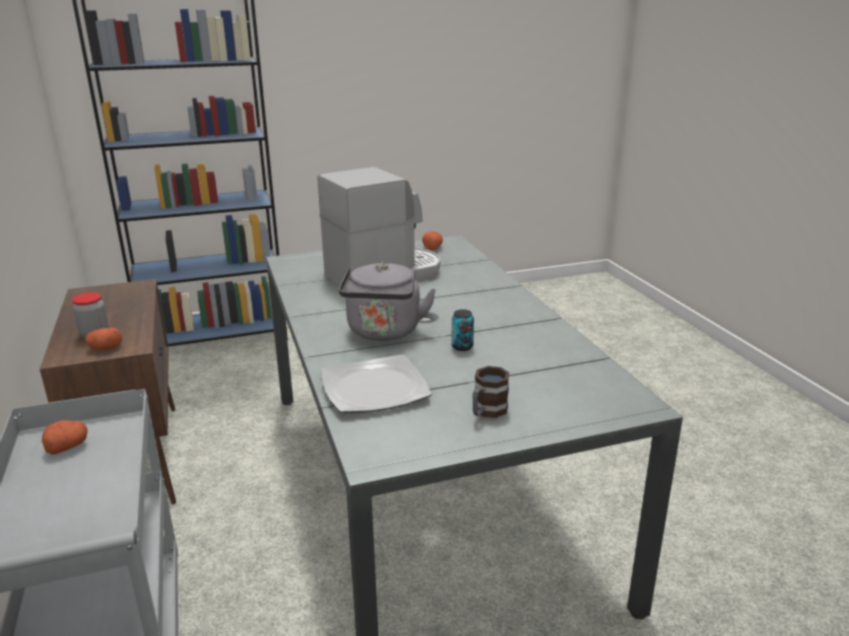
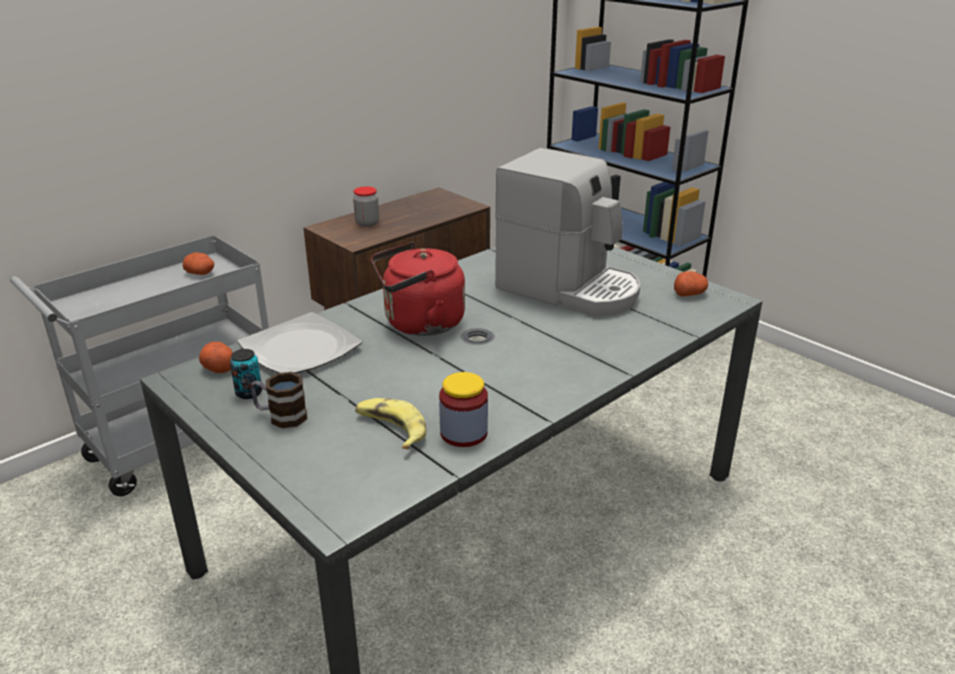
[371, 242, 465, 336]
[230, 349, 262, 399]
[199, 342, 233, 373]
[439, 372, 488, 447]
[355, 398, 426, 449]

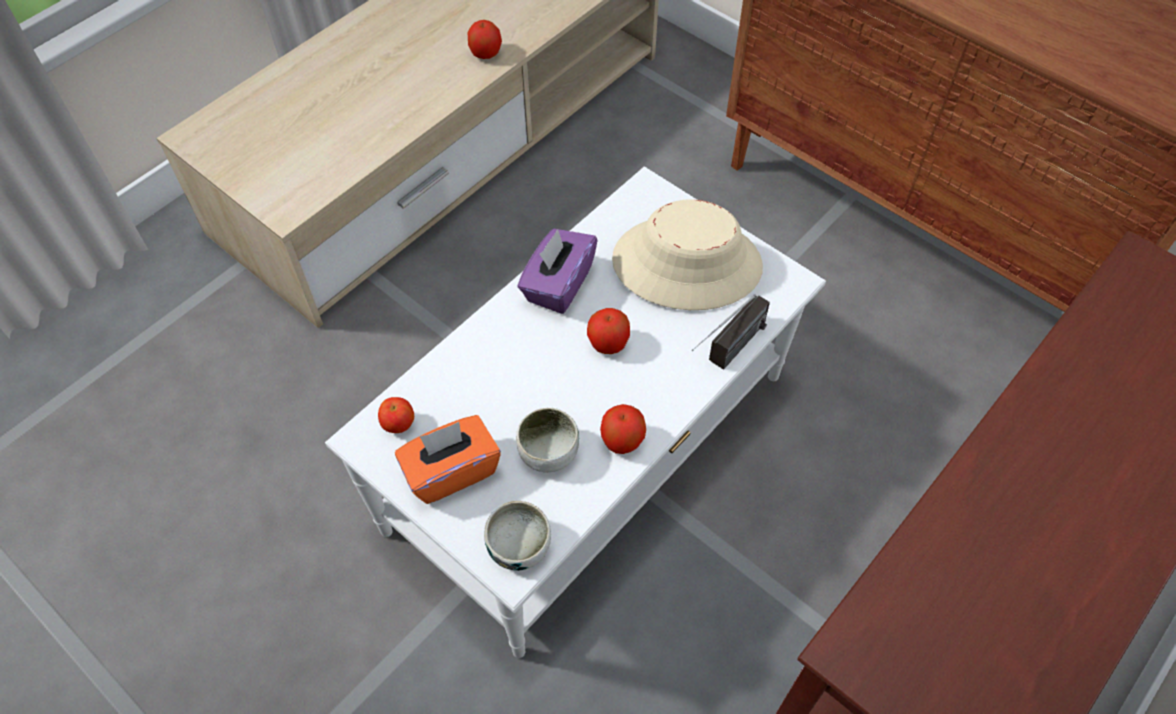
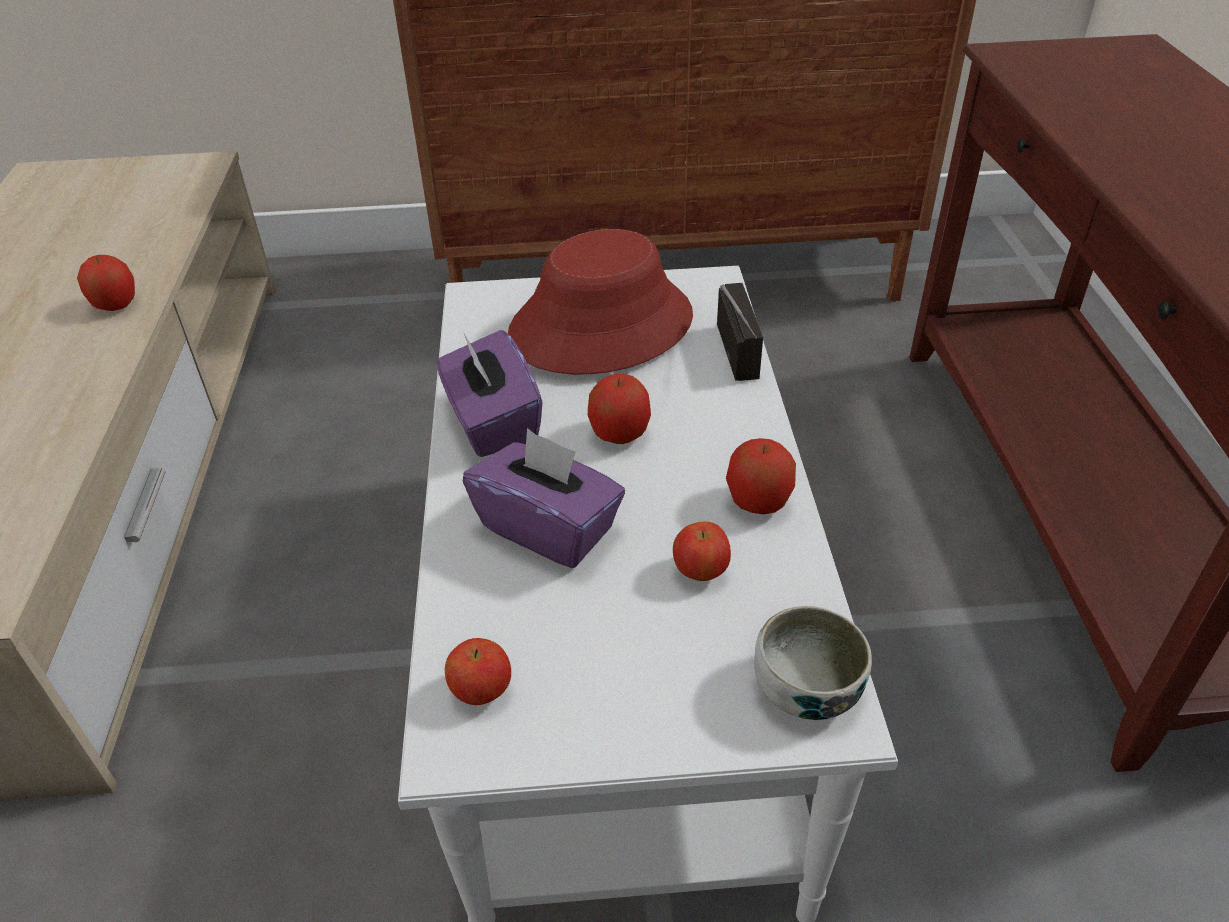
[508, 229, 693, 374]
[673, 522, 731, 581]
[395, 415, 501, 504] (first image)
[463, 428, 625, 568]

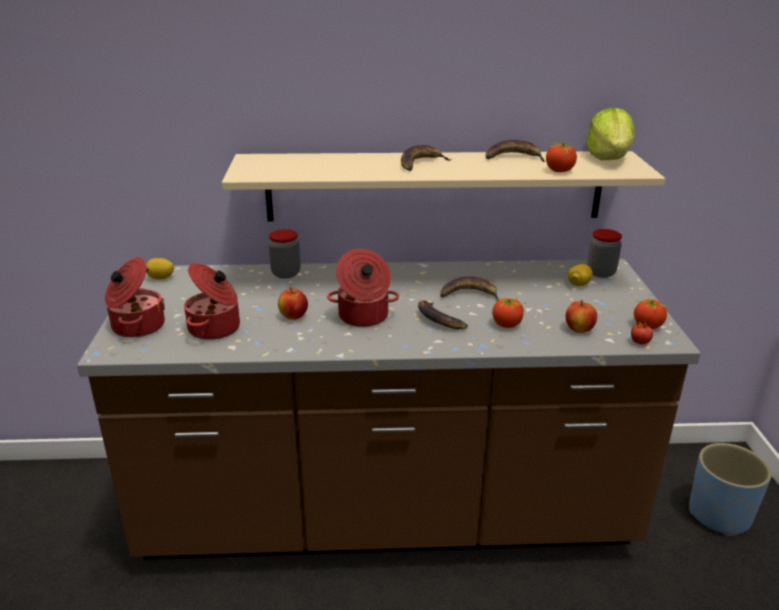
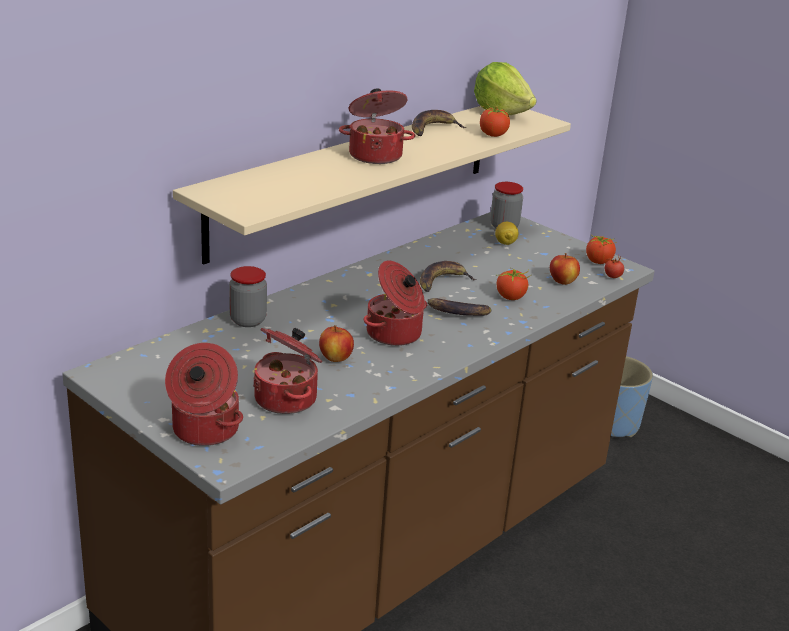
[339, 88, 415, 164]
[146, 258, 174, 279] (first image)

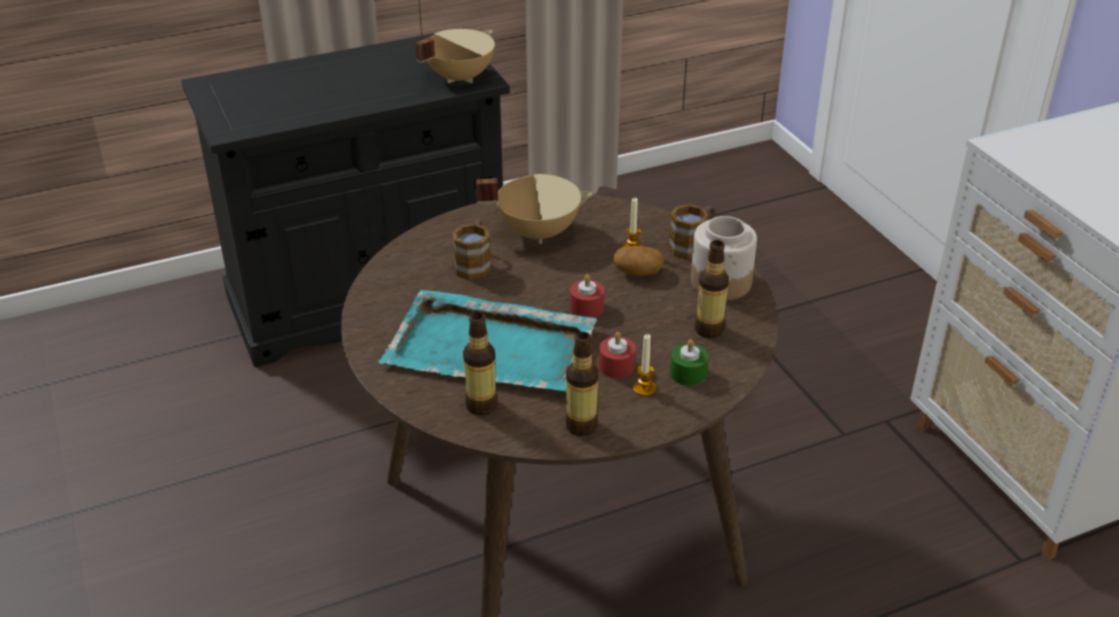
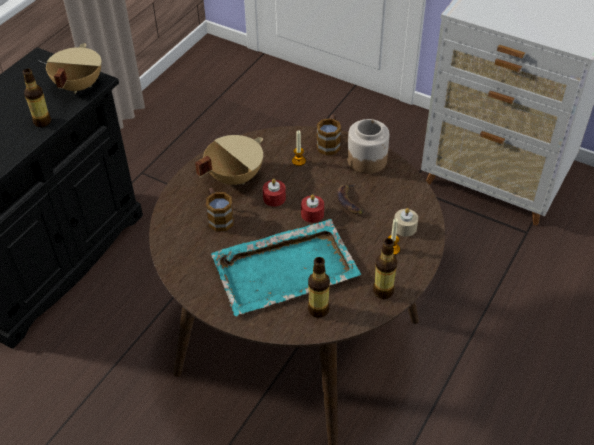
[23, 69, 51, 127]
[613, 246, 664, 276] (first image)
[263, 179, 286, 207]
[394, 208, 418, 237]
[337, 184, 364, 214]

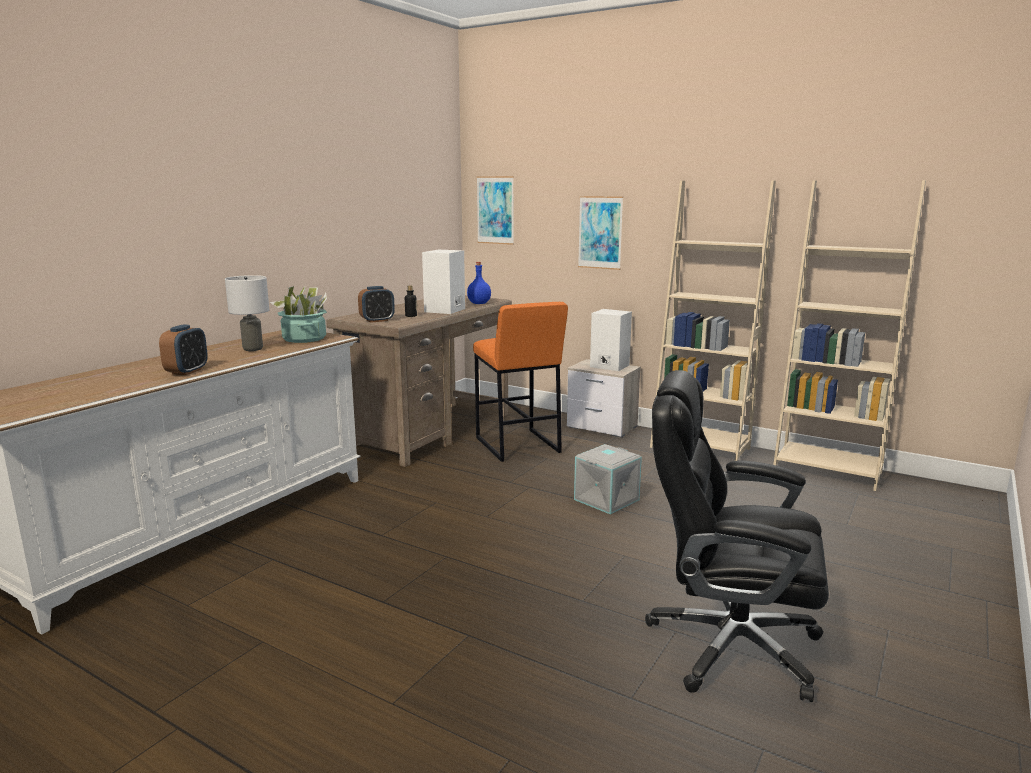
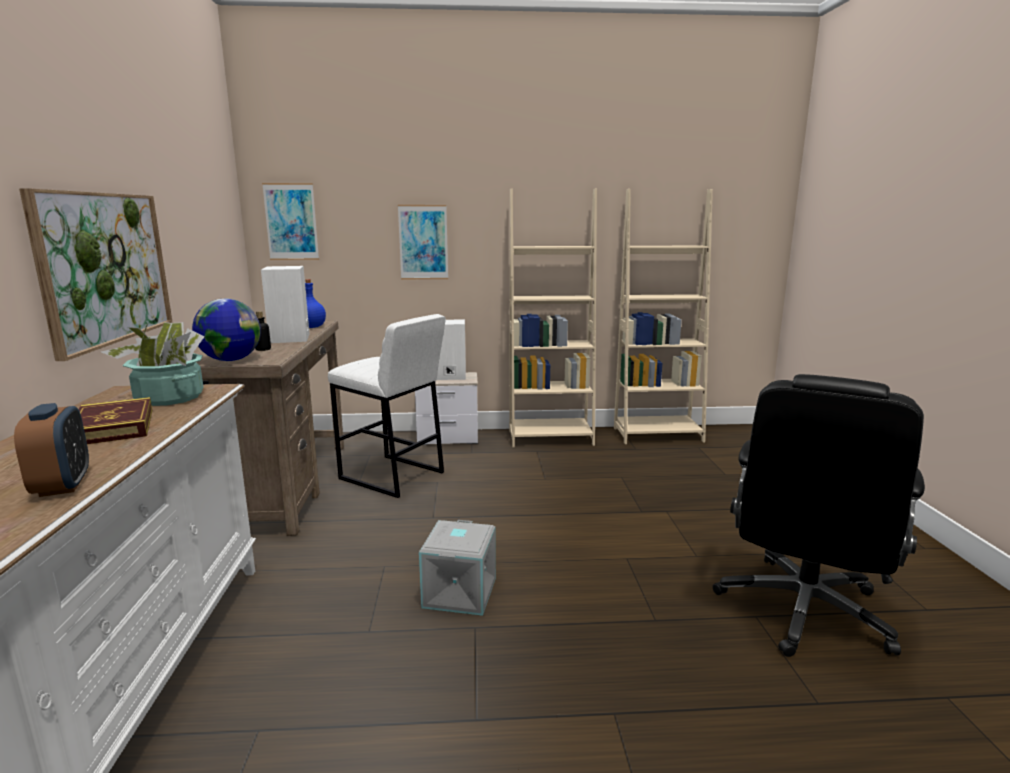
[79, 397, 152, 444]
[192, 299, 261, 361]
[328, 314, 446, 498]
[713, 374, 925, 657]
[419, 520, 496, 616]
[19, 188, 172, 361]

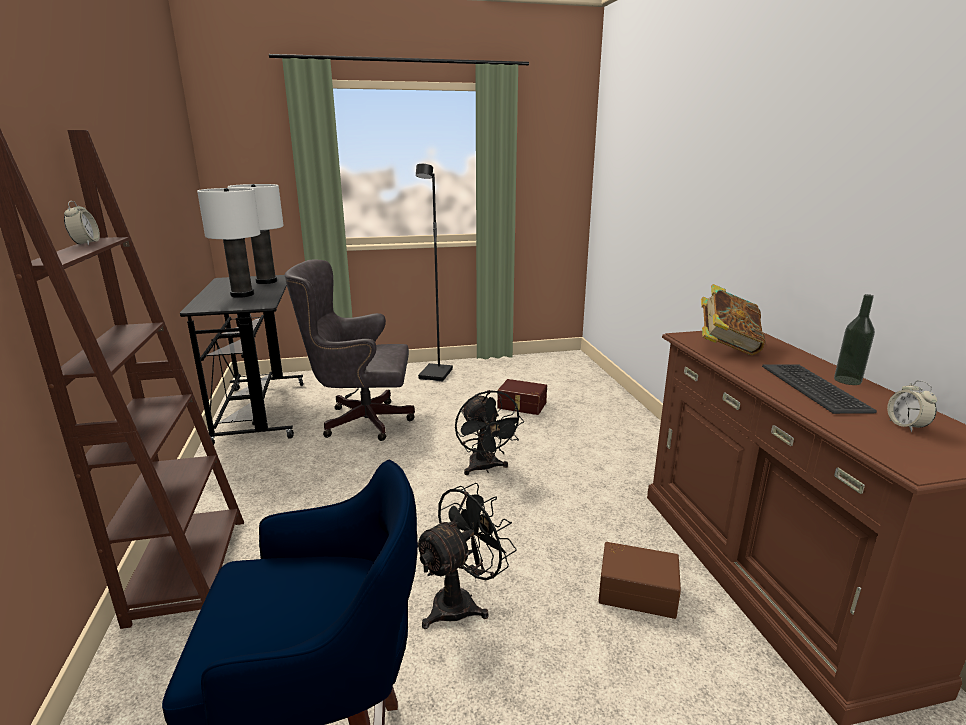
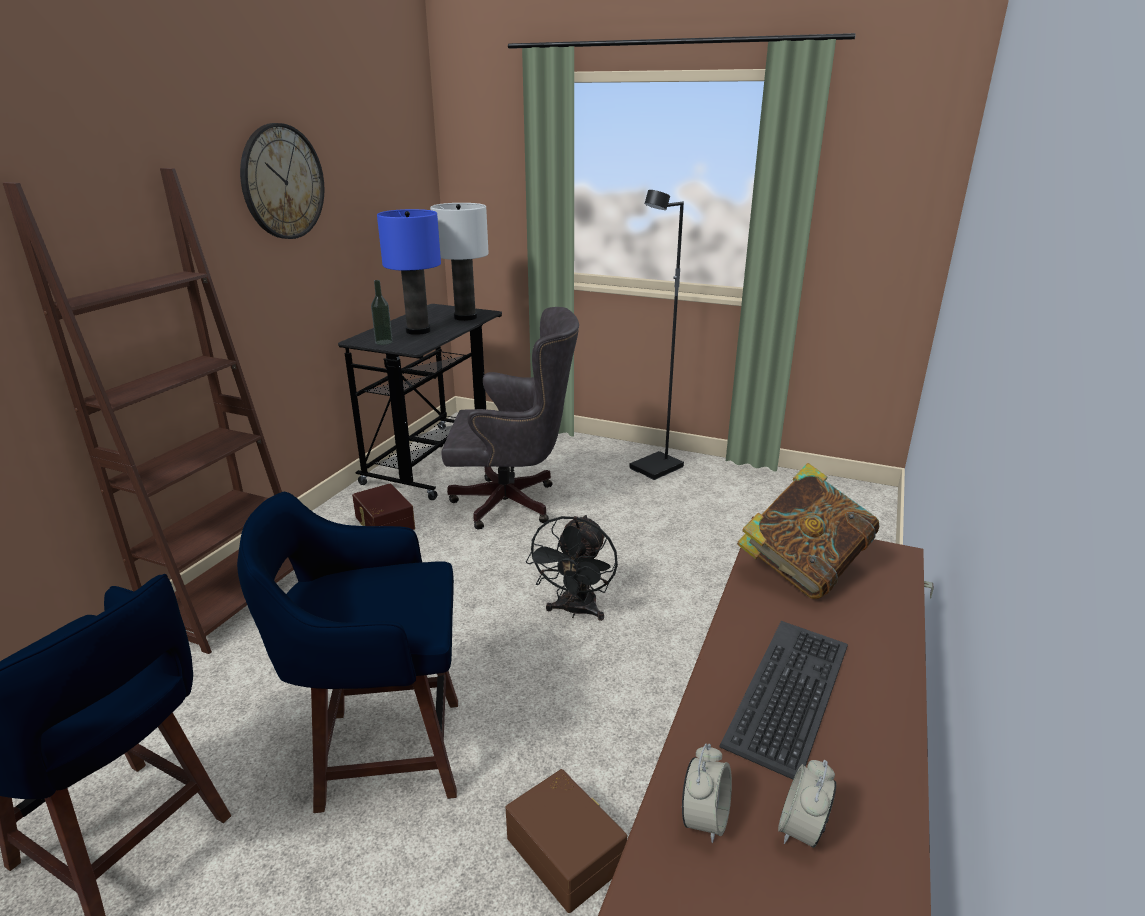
[377, 209, 441, 335]
[682, 744, 732, 843]
[442, 307, 579, 529]
[371, 280, 393, 345]
[352, 483, 415, 530]
[237, 492, 458, 813]
[240, 123, 324, 239]

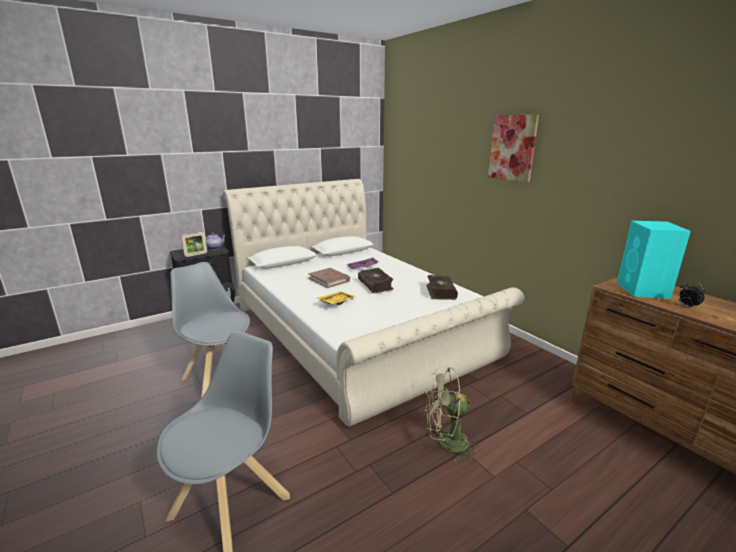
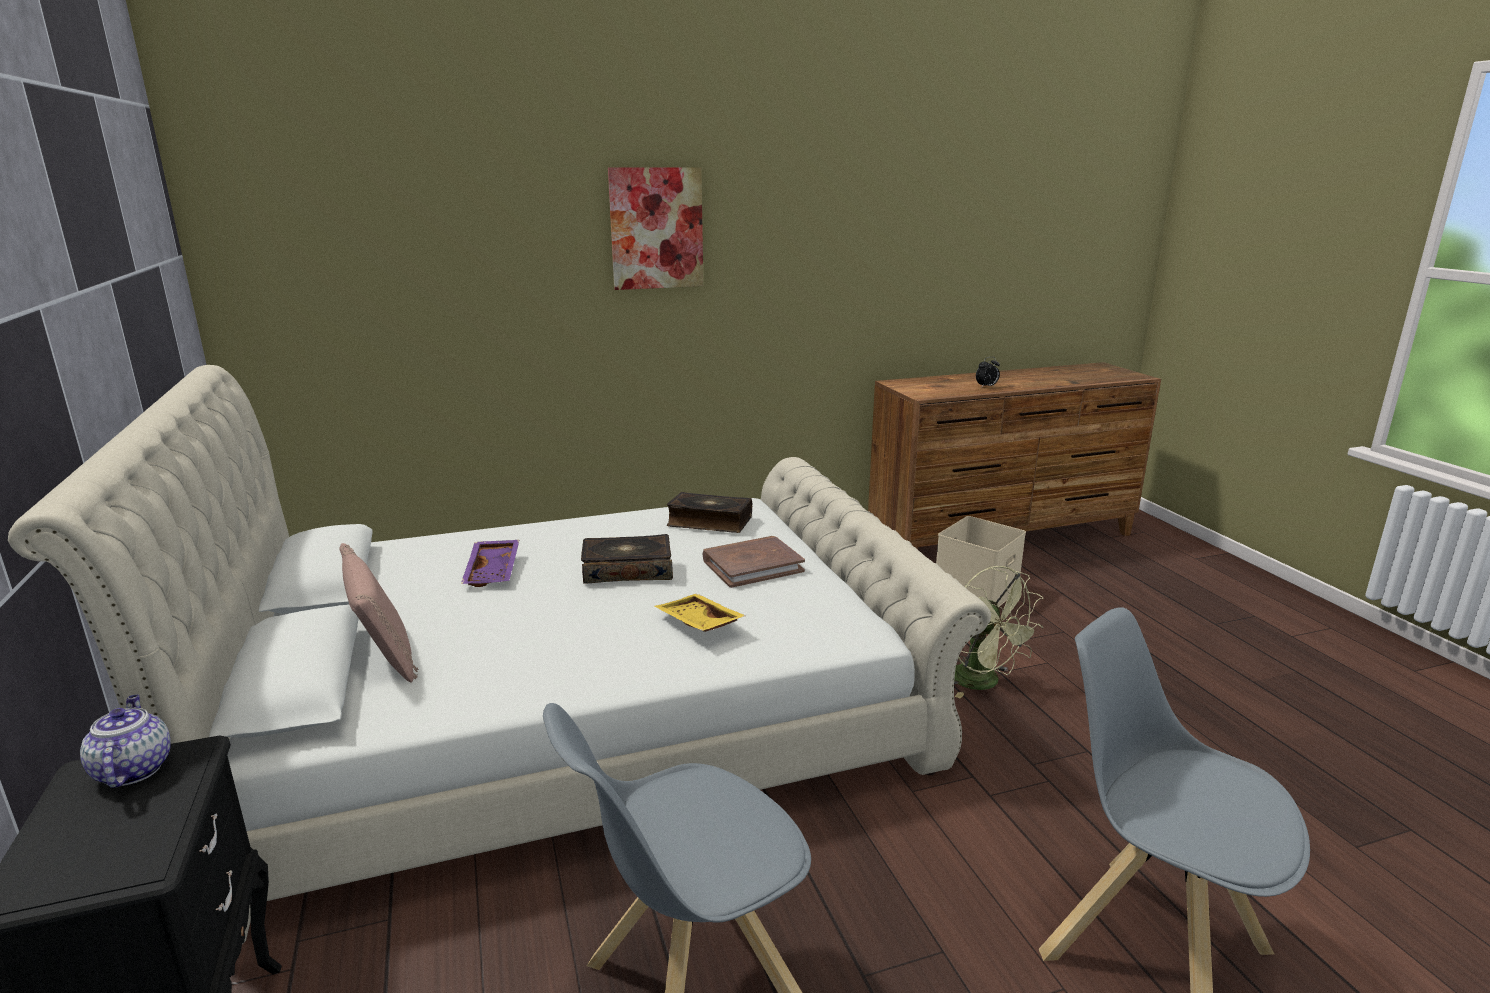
[617, 221, 691, 299] (first image)
[181, 232, 207, 257] (first image)
[703, 536, 805, 588]
[954, 566, 1043, 698]
[936, 516, 1026, 607]
[339, 543, 419, 683]

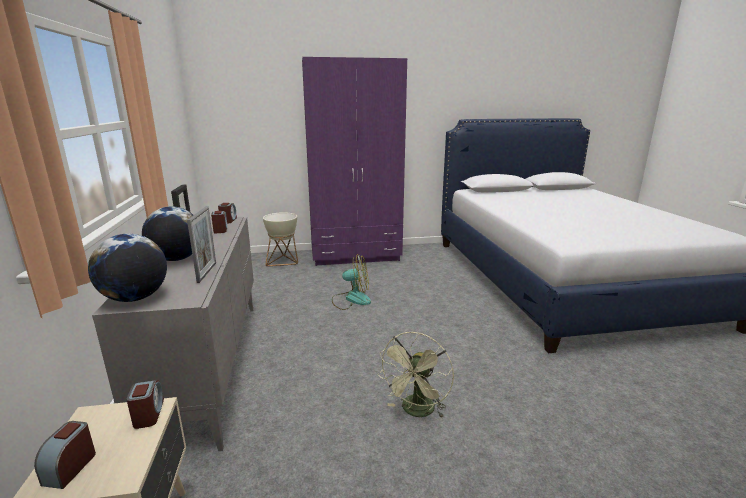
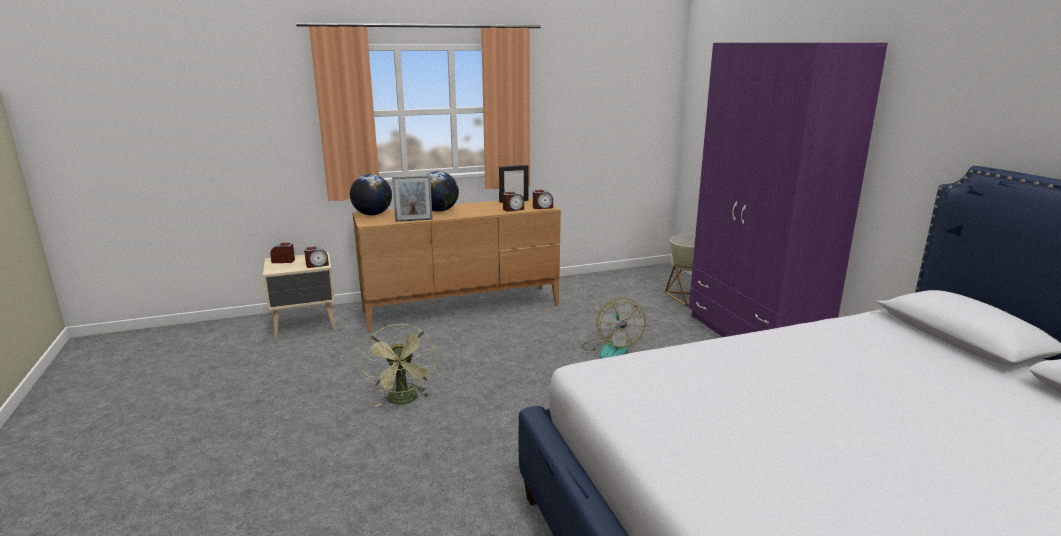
[353, 198, 561, 333]
[363, 324, 436, 406]

